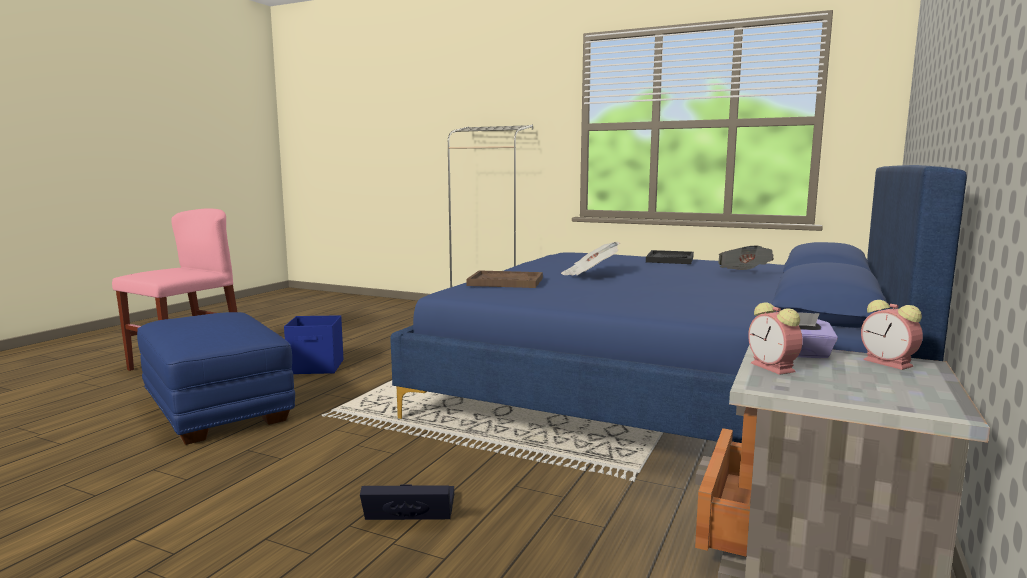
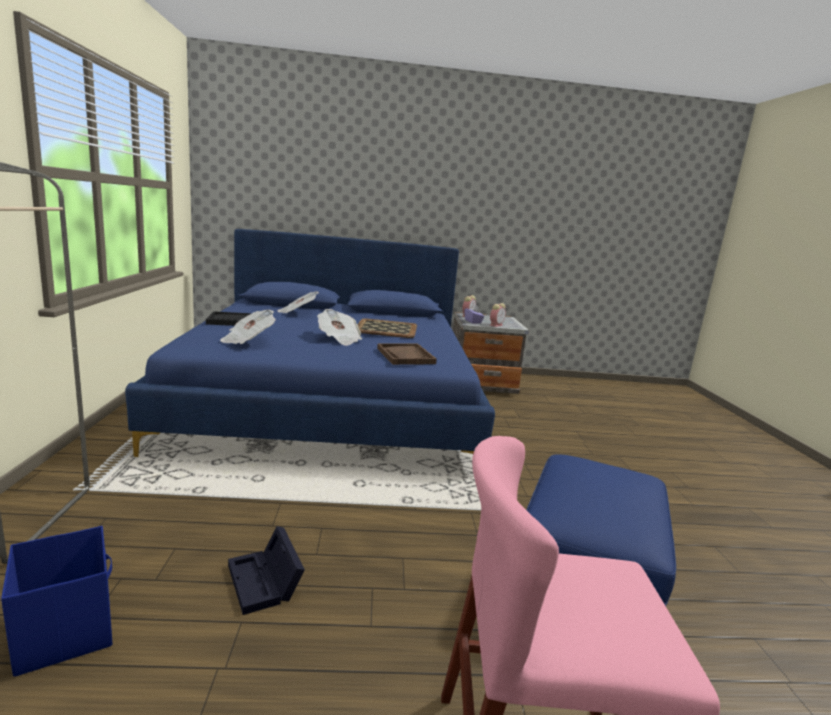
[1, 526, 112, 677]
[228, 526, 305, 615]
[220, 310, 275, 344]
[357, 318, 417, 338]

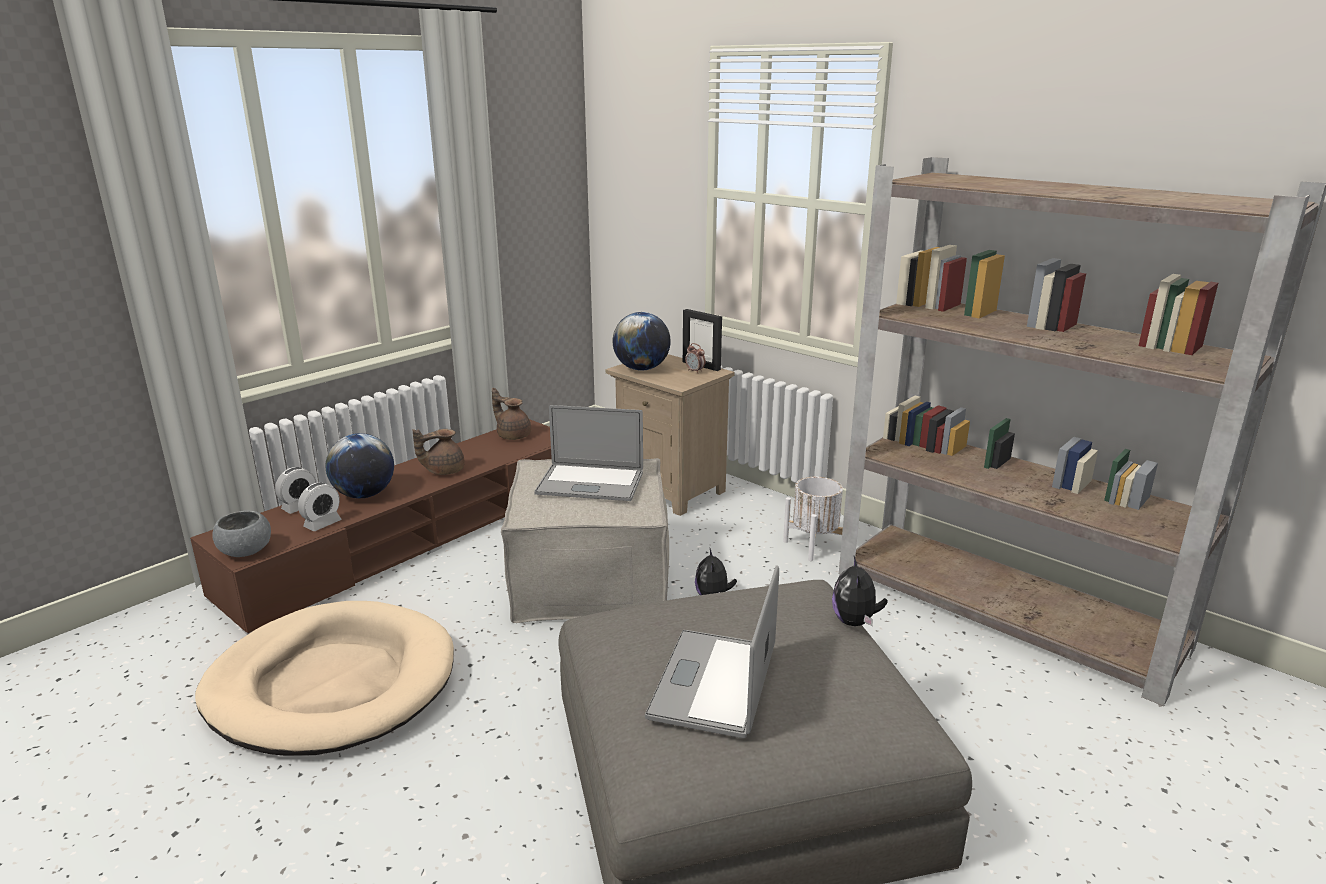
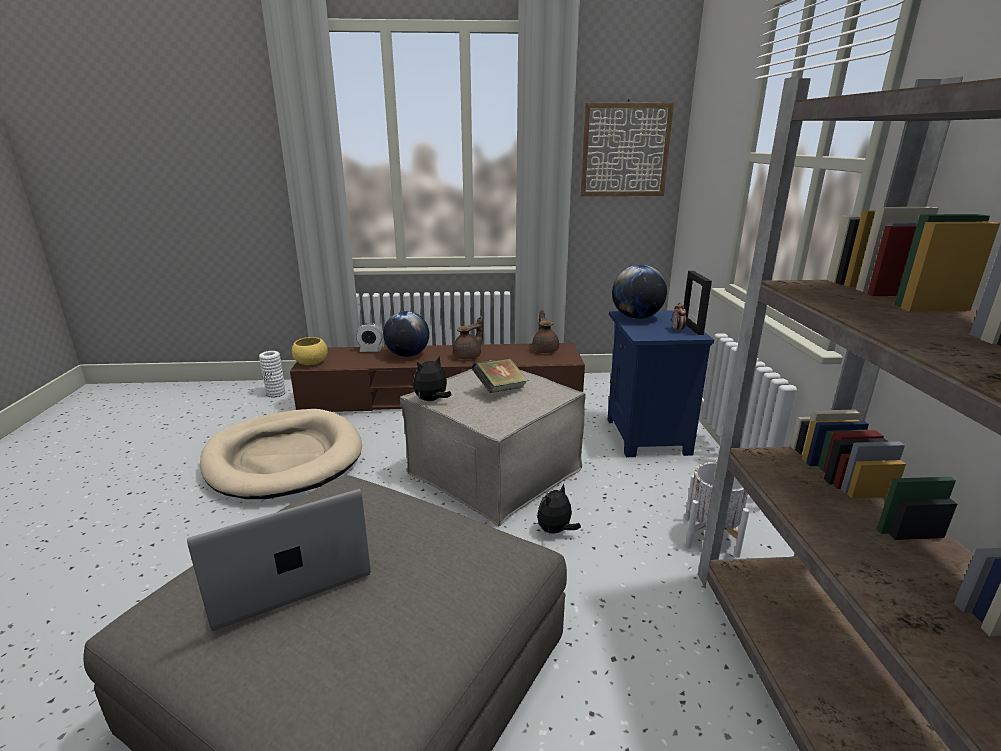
[608, 310, 714, 457]
[471, 358, 529, 393]
[453, 316, 483, 360]
[298, 482, 341, 531] (first image)
[292, 337, 328, 365]
[413, 356, 452, 401]
[580, 99, 674, 196]
[259, 351, 286, 397]

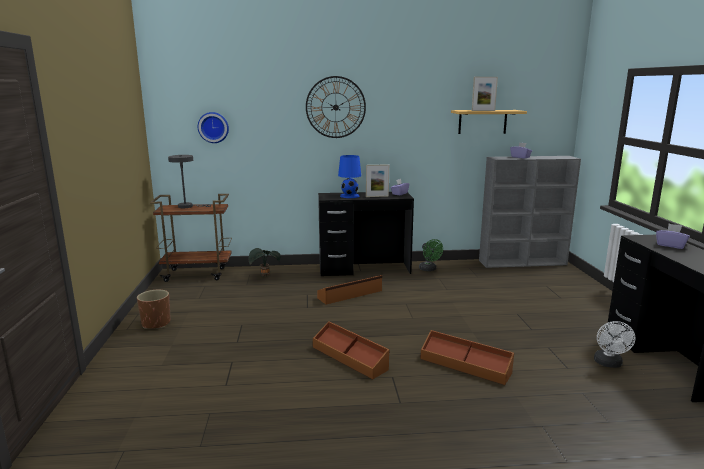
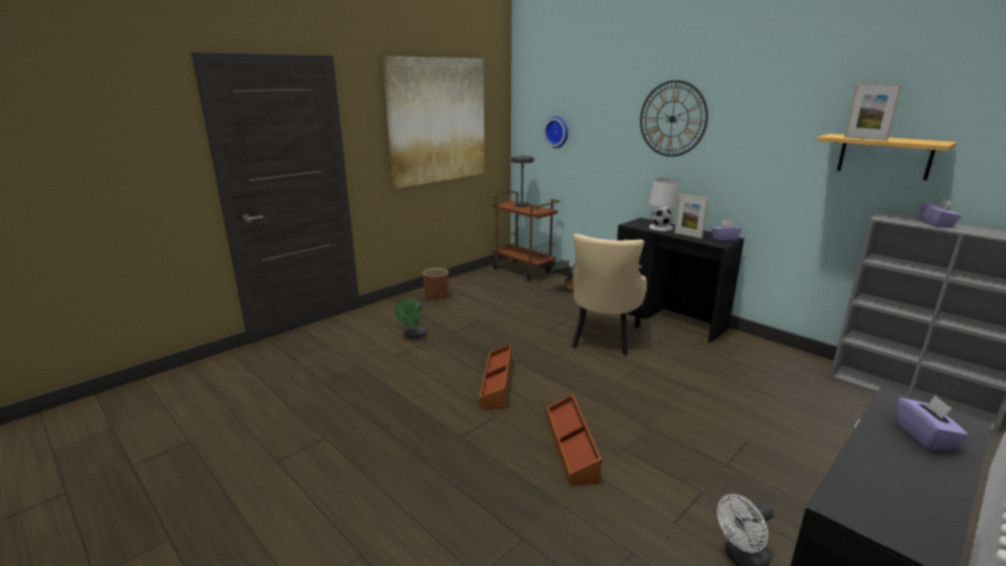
[649, 178, 678, 231]
[395, 299, 427, 339]
[572, 234, 647, 356]
[383, 56, 485, 189]

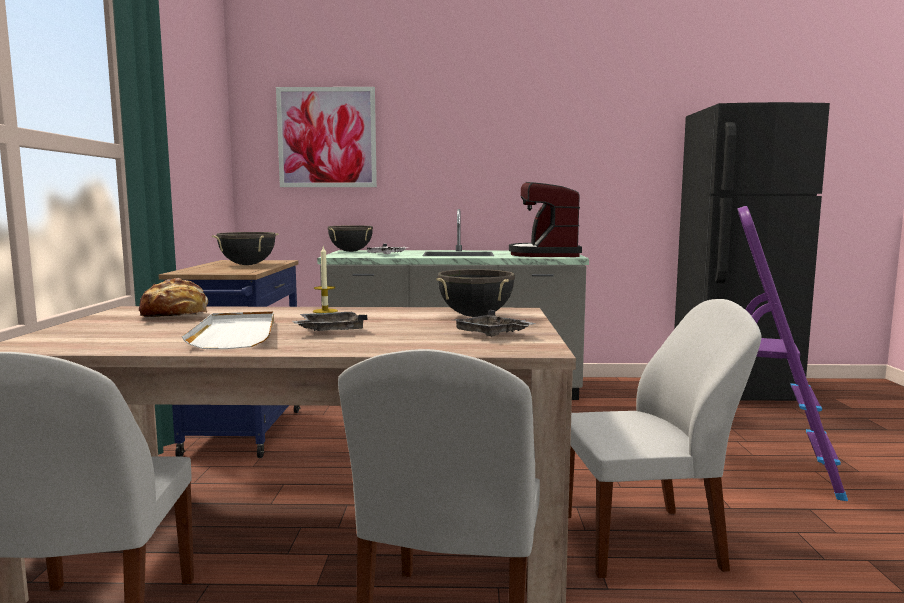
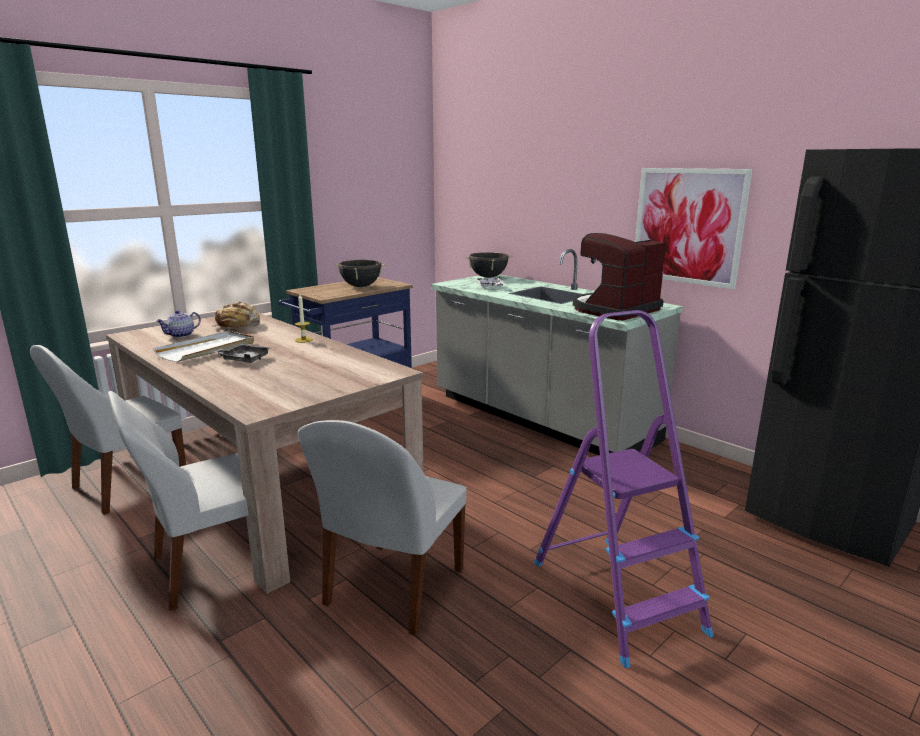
[635, 168, 753, 290]
[436, 269, 515, 317] (first image)
[298, 420, 466, 636]
[453, 310, 536, 337] (first image)
[156, 310, 201, 338]

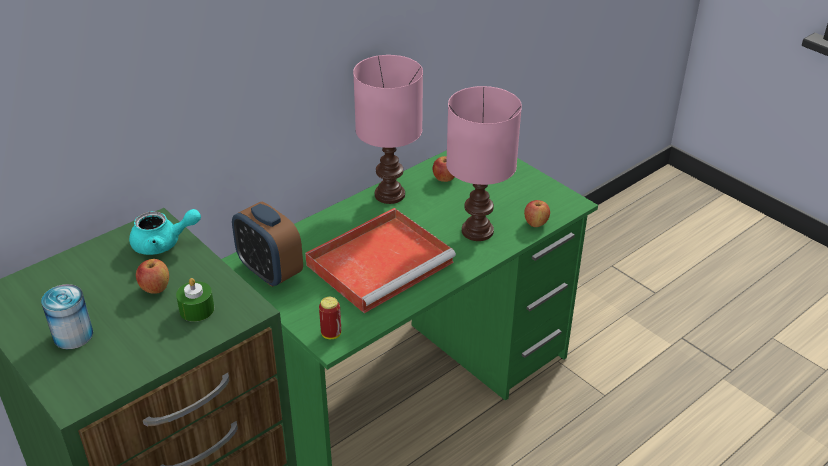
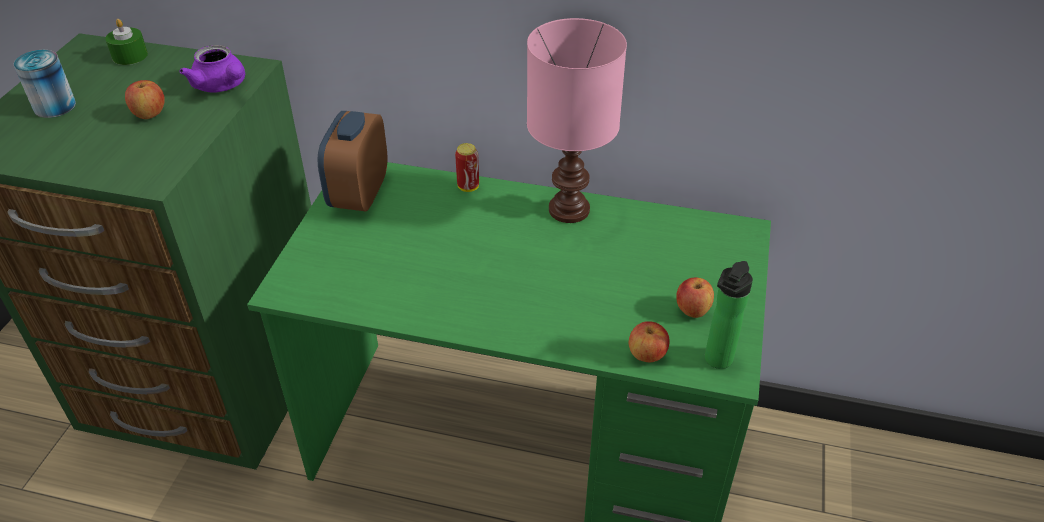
[446, 86, 522, 241] (first image)
[676, 278, 714, 318]
[305, 208, 456, 313] (first image)
[179, 45, 245, 93]
[105, 19, 148, 65]
[455, 143, 479, 192]
[705, 261, 753, 369]

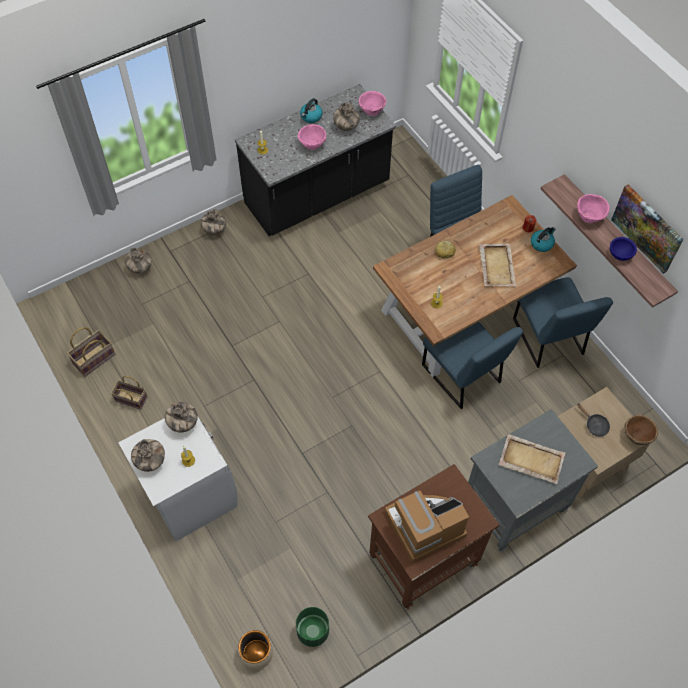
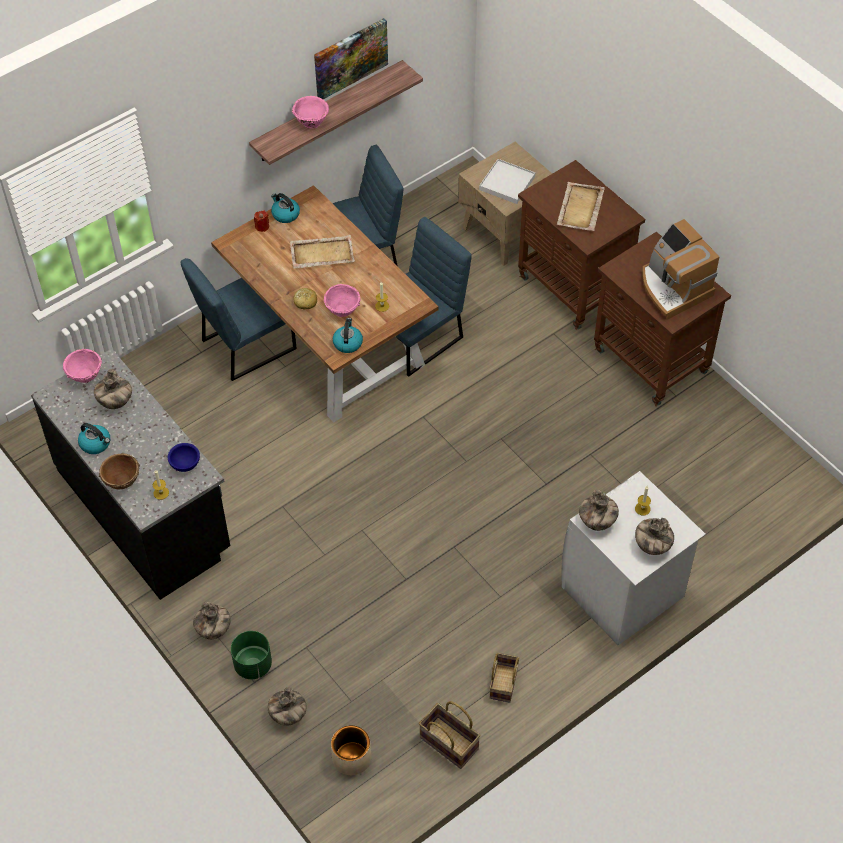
[324, 284, 361, 317]
[168, 443, 200, 472]
[479, 159, 535, 204]
[518, 160, 645, 330]
[99, 453, 140, 489]
[231, 631, 272, 679]
[331, 725, 372, 775]
[333, 318, 363, 353]

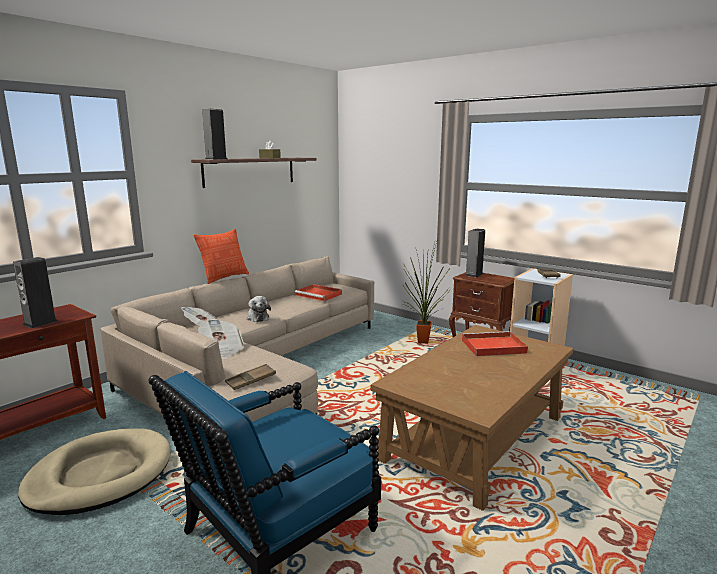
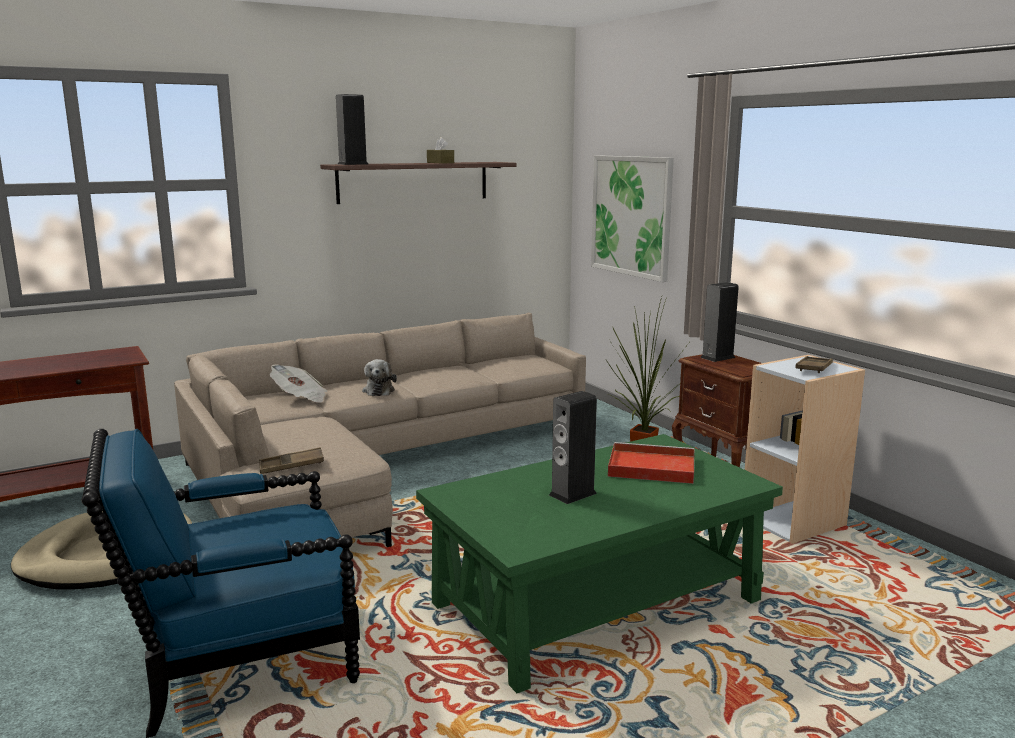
[194, 229, 249, 284] (first image)
[549, 391, 597, 504]
[295, 284, 342, 301] (first image)
[198, 319, 244, 359] (first image)
[416, 434, 783, 693]
[591, 155, 674, 282]

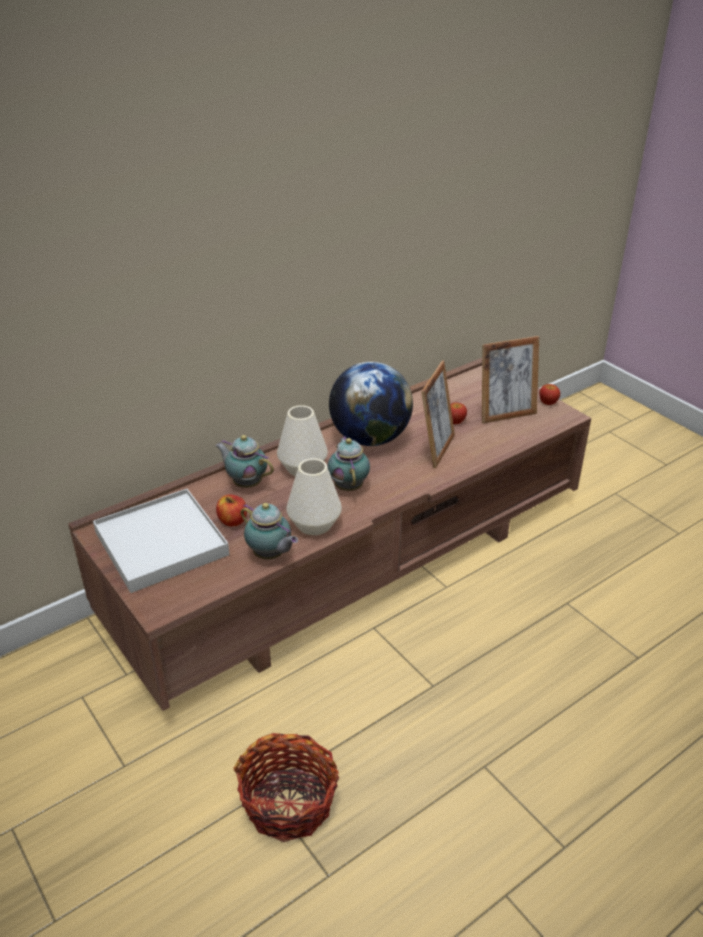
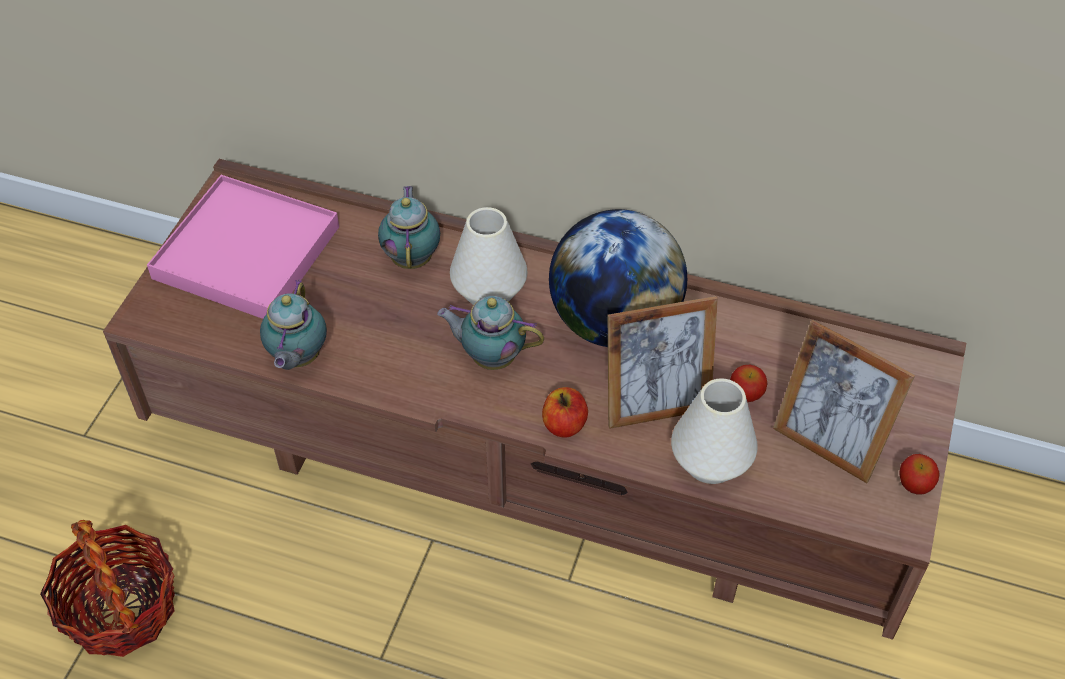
[437, 296, 544, 370]
[671, 378, 758, 484]
[147, 175, 339, 319]
[542, 387, 588, 438]

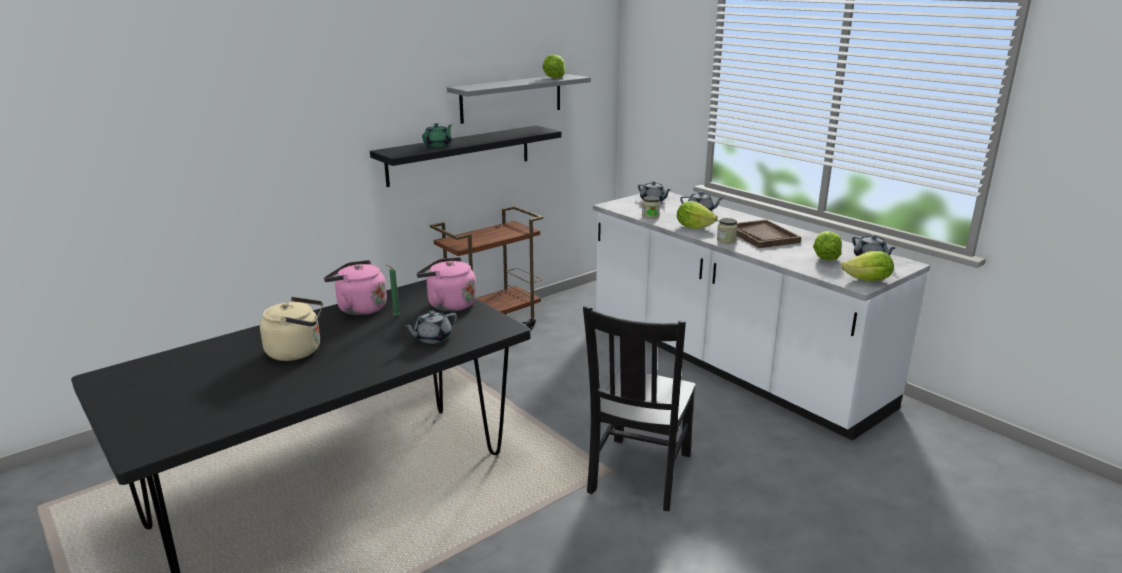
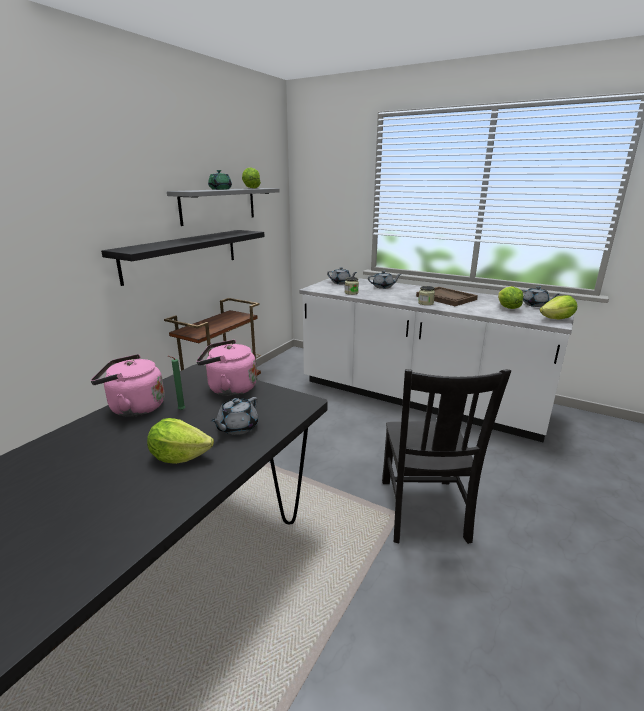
[208, 170, 232, 190]
[147, 418, 214, 464]
[260, 297, 323, 361] (first image)

